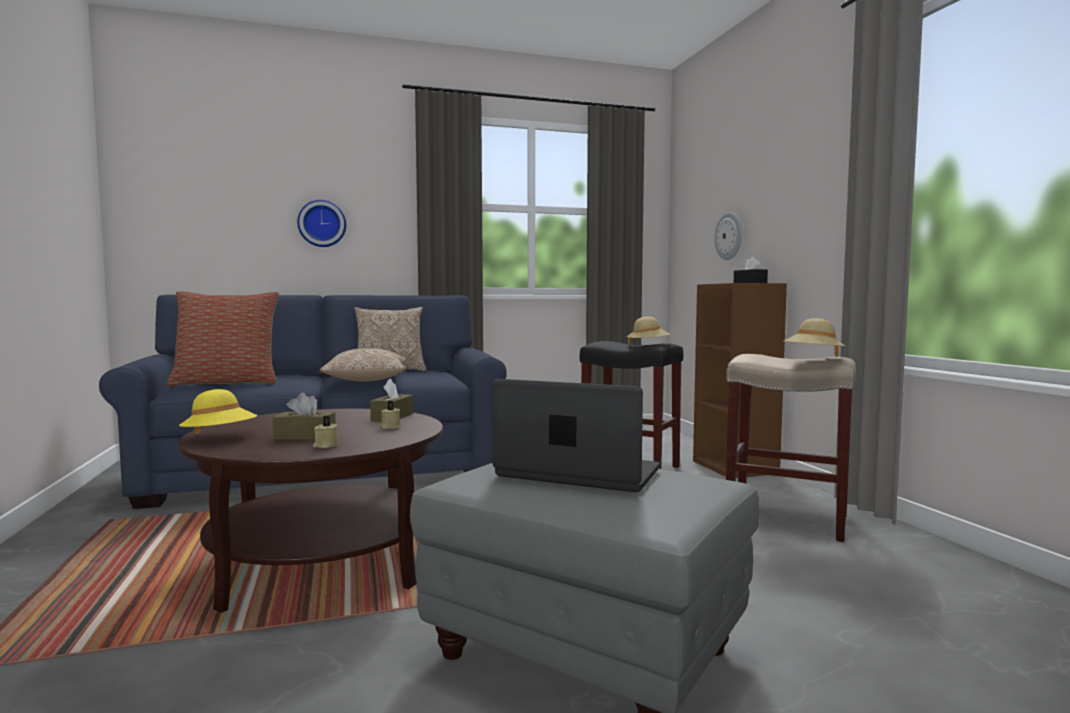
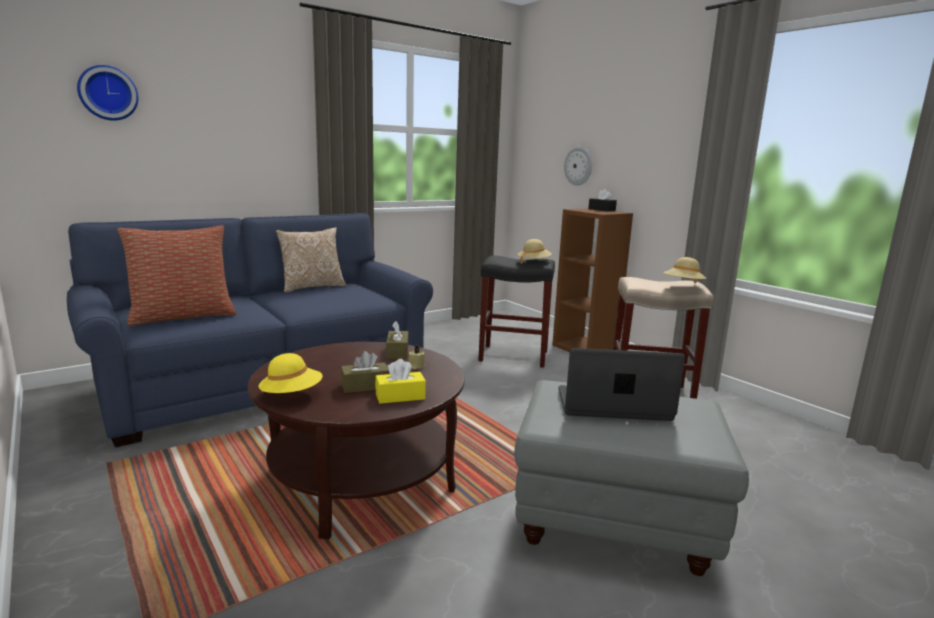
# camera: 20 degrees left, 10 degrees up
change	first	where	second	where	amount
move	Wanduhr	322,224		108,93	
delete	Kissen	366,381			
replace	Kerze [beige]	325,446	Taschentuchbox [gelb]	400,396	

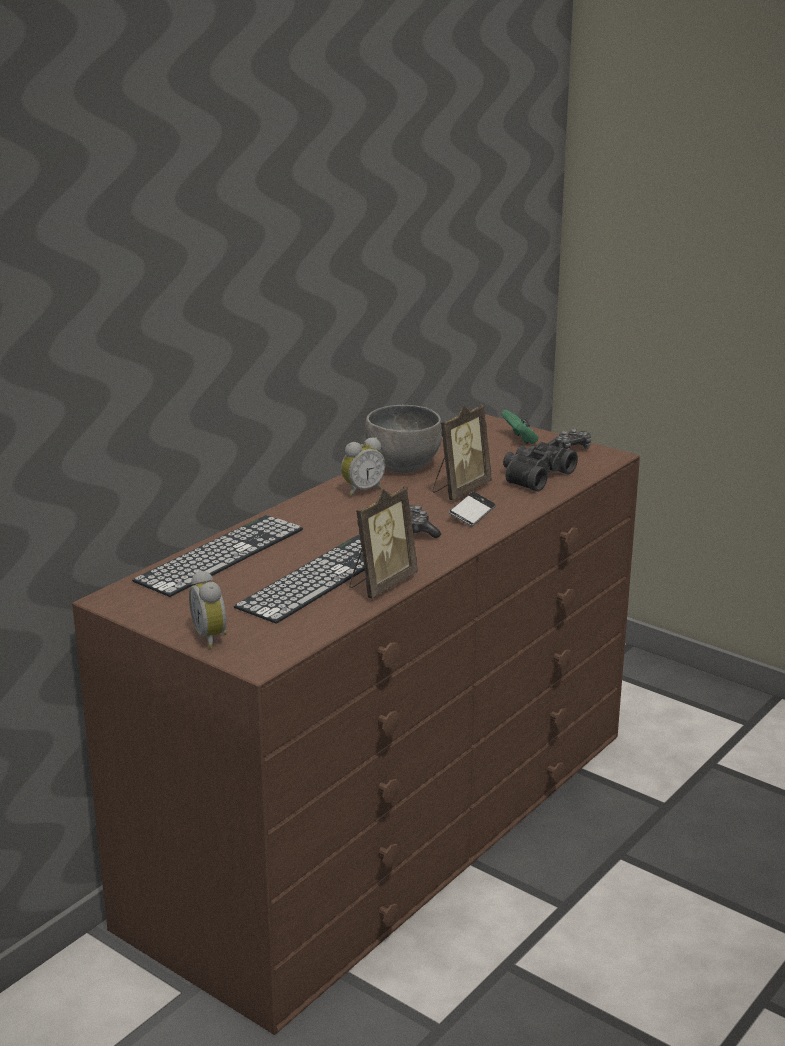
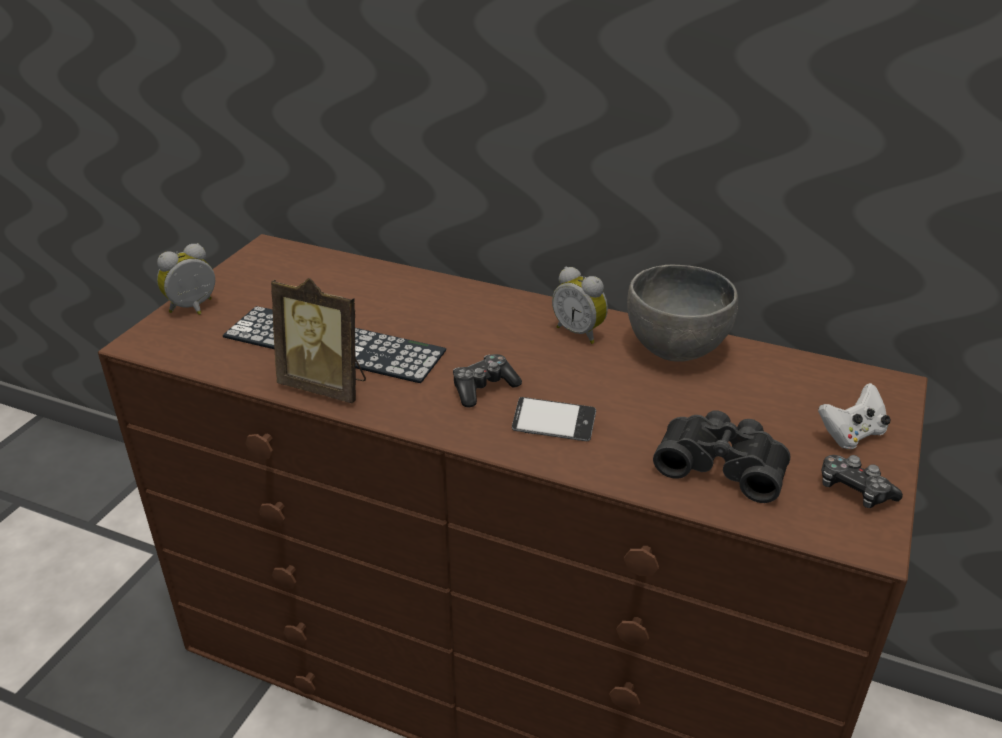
# camera: 75 degrees right, 10 degrees up
change	first	where	second	where	amount
delete	Bilderrahmen	459,490			
recolor	Gamepad [grün]	520,440	Gamepad [weiß]	851,434	
delete	Tastatur	220,555			

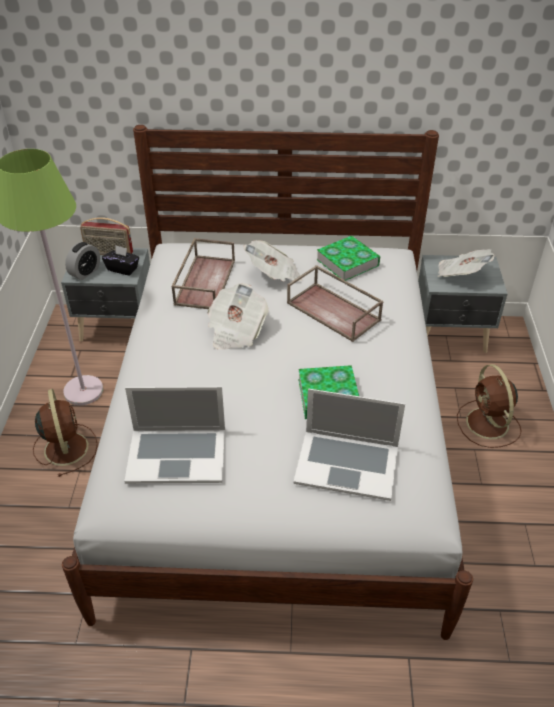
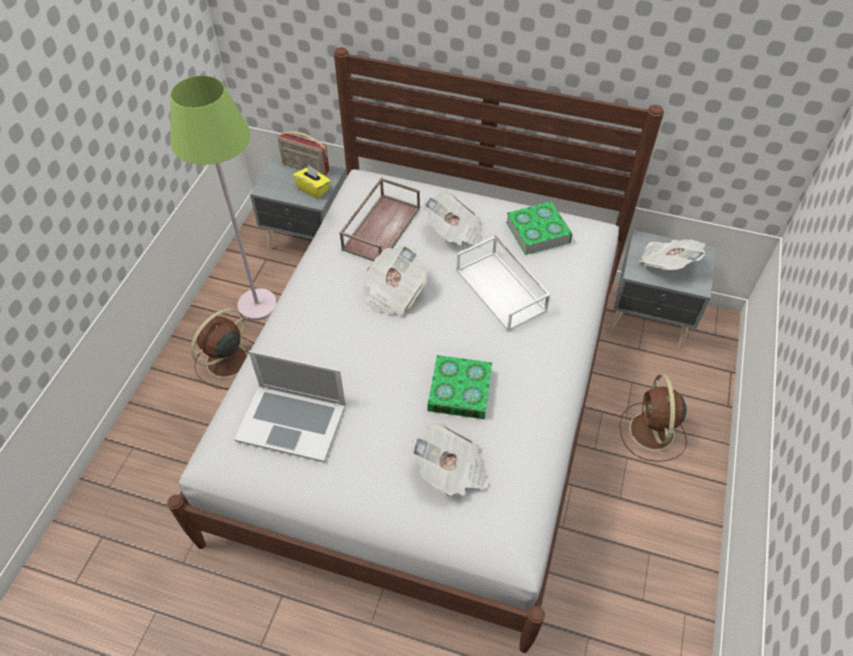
# camera: 15 degrees right, 10 degrees up
change	first	where	second	where	amount
delete	Wecker	85,272			
recolor	Taschentuchbox [schwarz]	122,269	Taschentuchbox [gelb]	313,189	
recolor	Tablett [braun]	334,311	Tablett [weiß]	502,290	
replace	Laptop	347,464	Zeitung	451,471	
rotate	Ventilator [braun]	66,447		225,362	135 degrees counterclockwise

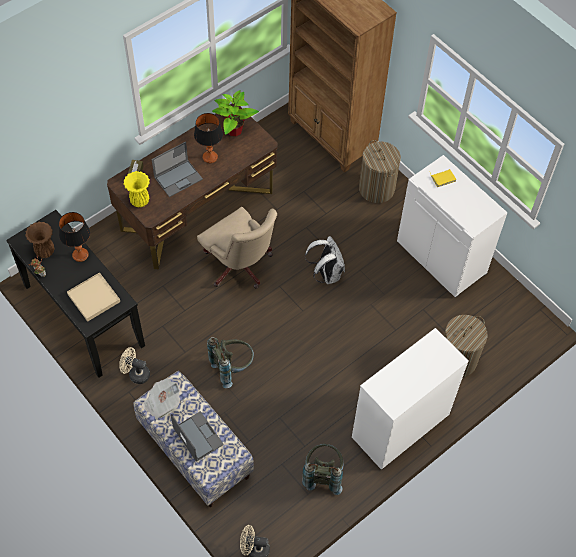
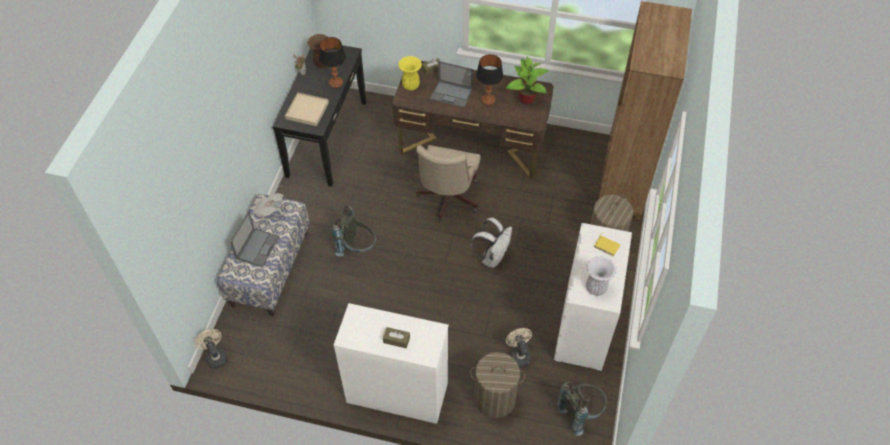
# camera: 55 degrees right, 5 degrees down
change	first	where	second	where	amount
move	Ventilator [beige]	136,374		518,355	
move	Rucksack [grau]	322,474		580,413	
insert			Vase [weiß]	596,289	
insert			Taschentuchbox [braun]	396,340	

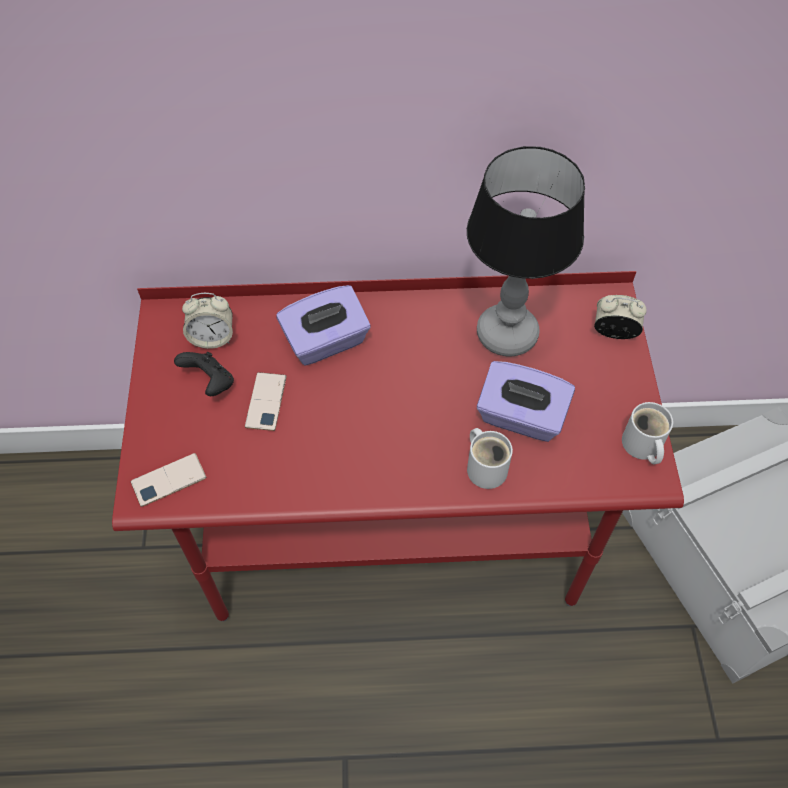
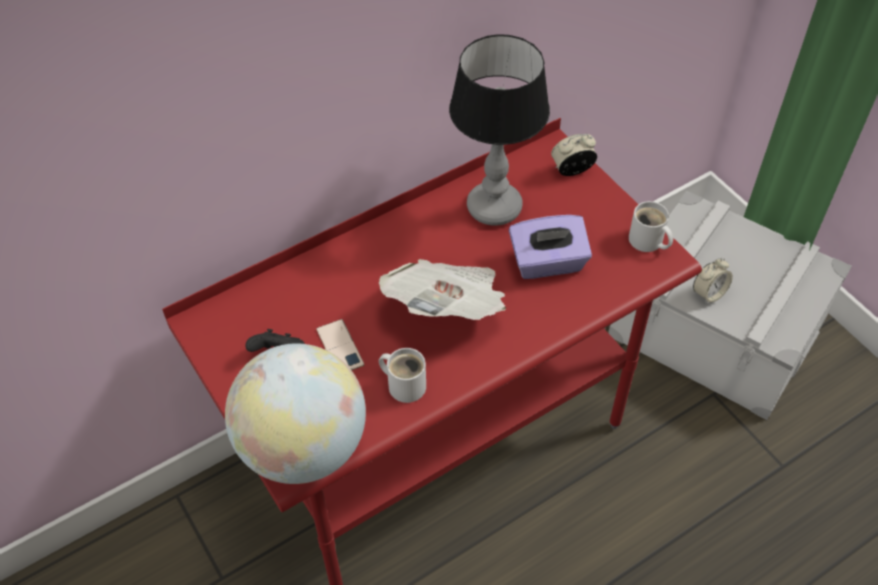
# camera: 30 degrees left, 5 degrees down
change	first	where	second	where	amount
delete	Taschentuchbox [lila]	326,342			
move	Wecker	212,337		708,293	
move	Henkelbecher [weiß]	486,466		404,383	
replace	Handy	168,480	Globus	303,447	
insert			Zeitung	448,308	

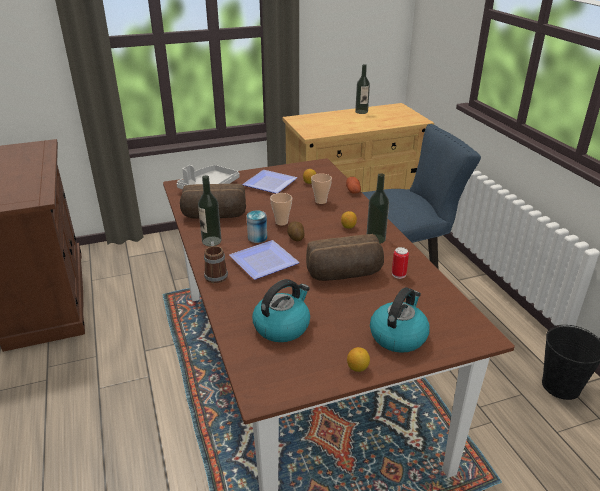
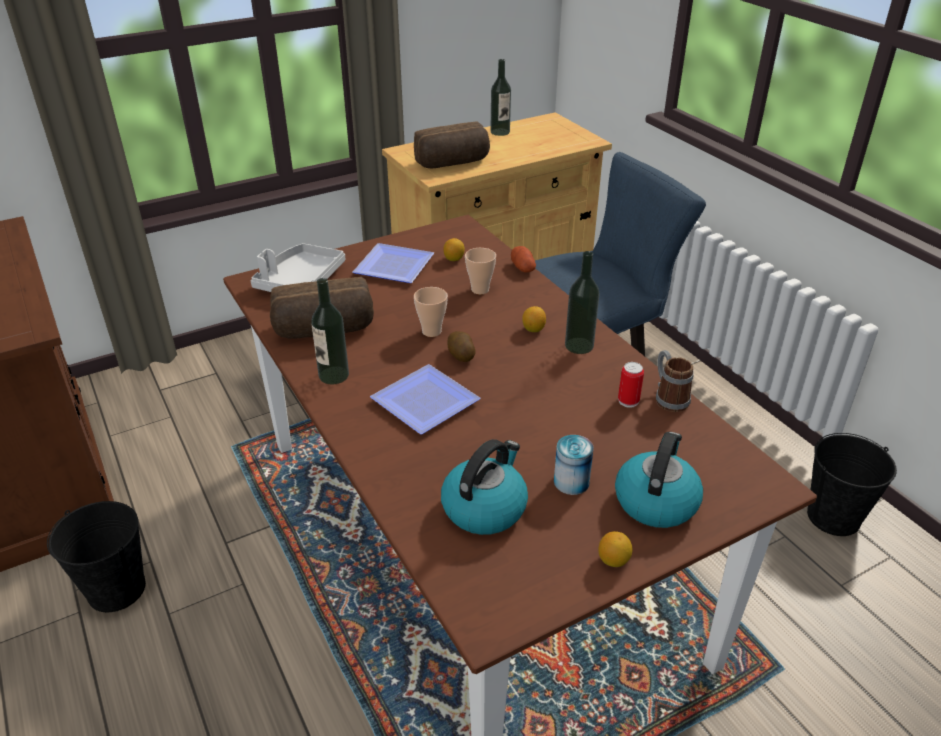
# camera: 10 degrees left, 5 degrees up
change	first	where	second	where	amount
move	Dose	257,237		571,482	
move	Brot	344,274		453,163	
move	Henkelbecher	215,274		668,397	
insert			Eimer [schwarz]	117,589	

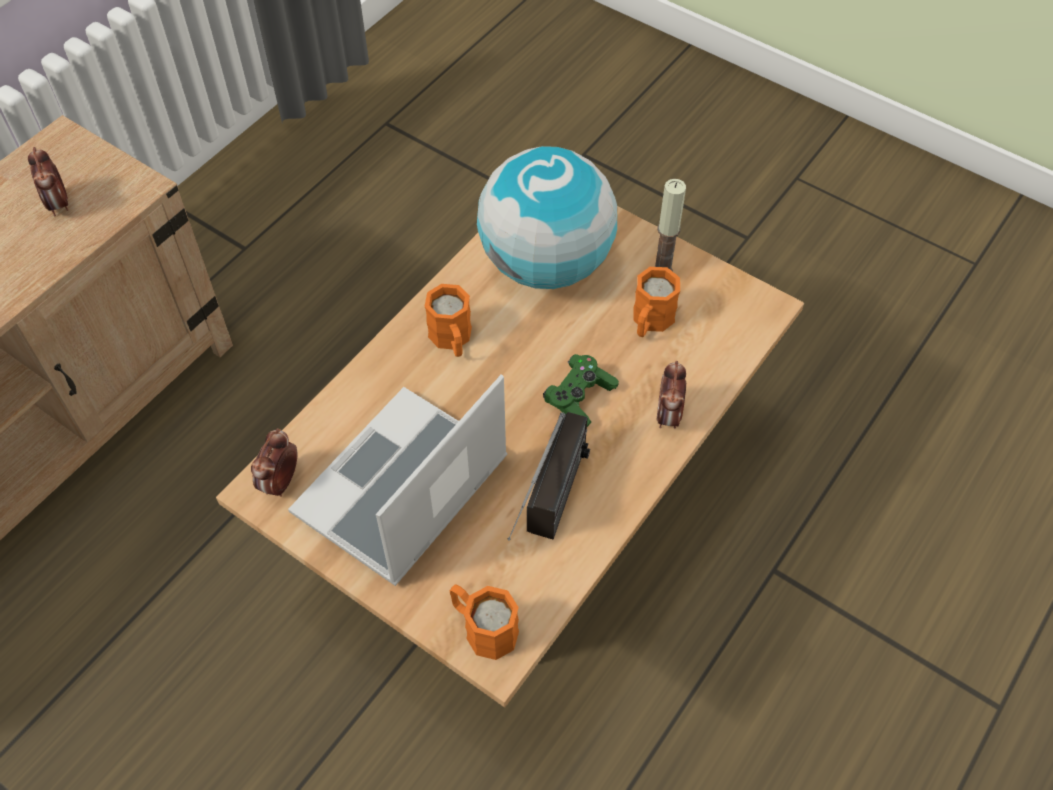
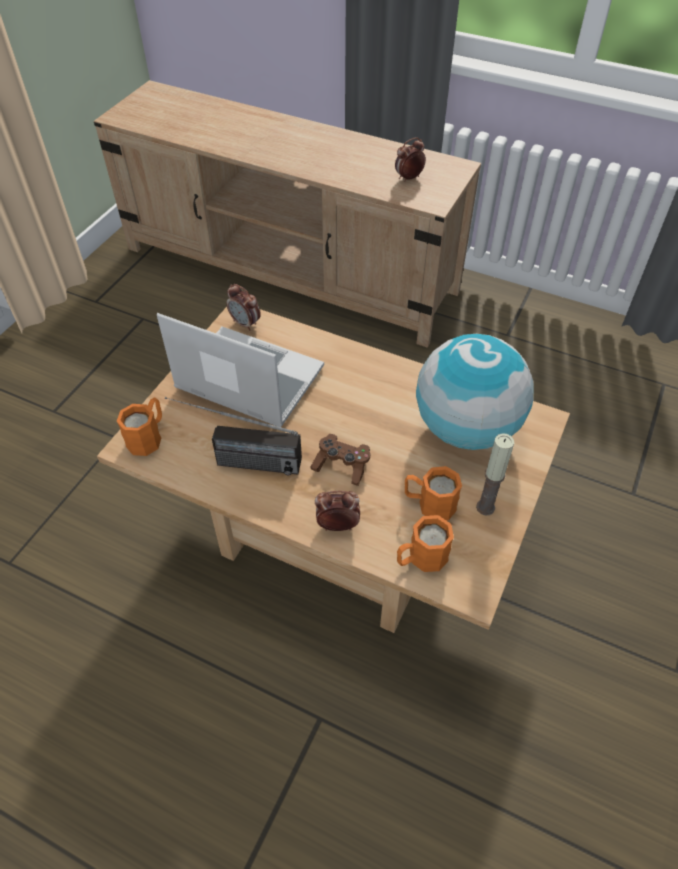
# camera: 80 degrees right, 5 degrees down
change	first	where	second	where	amount
move	Henkelbecher [orange]	452,340		421,558	
recolor	Gamepad [grün]	579,398	Gamepad [braun]	342,465	
rotate	Wecker	280,482		245,324	150 degrees counterclockwise

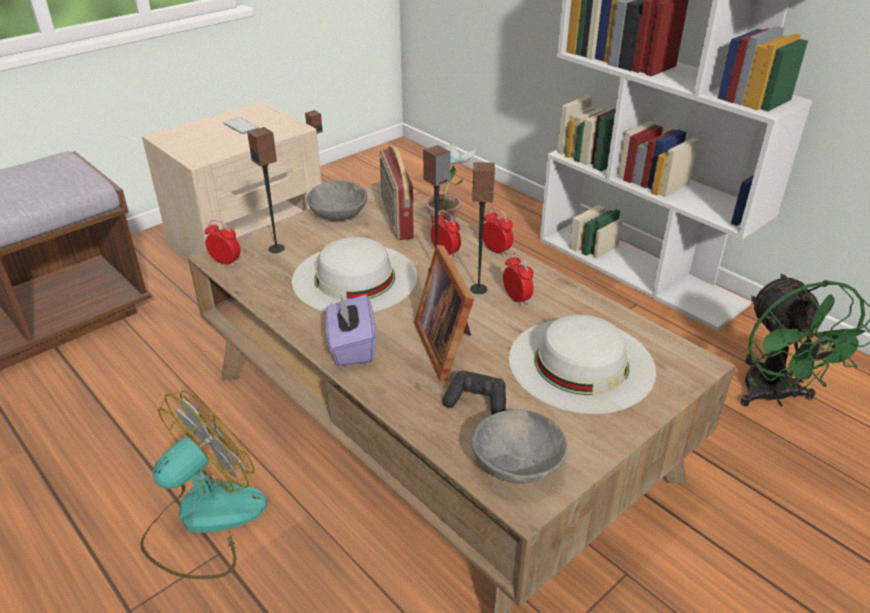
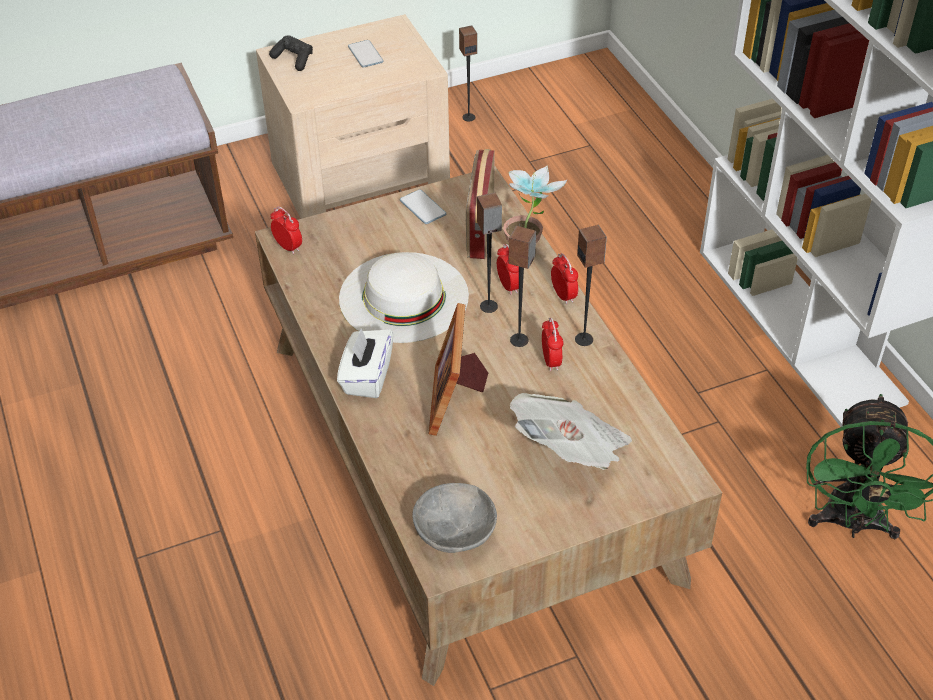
# camera: 20 degrees right, 10 degrees up
change	first	where	second	where	amount
move	Lautsprecher	277,248		584,339	
replace	Schüssel [grau]	338,214	Handy	422,208	
recolor	Taschentuchbox [lila]	351,347	Taschentuchbox [weiß]	366,377	
replace	Hut [weiß]	581,363	Zeitung	571,450	
move	Gamepad [schwarz]	477,402		293,59	
delete	Ventilator	204,520			

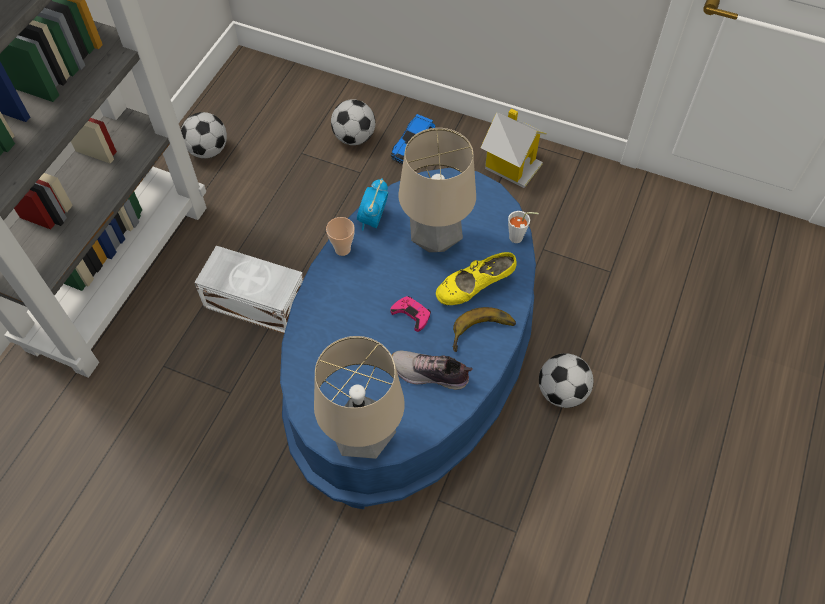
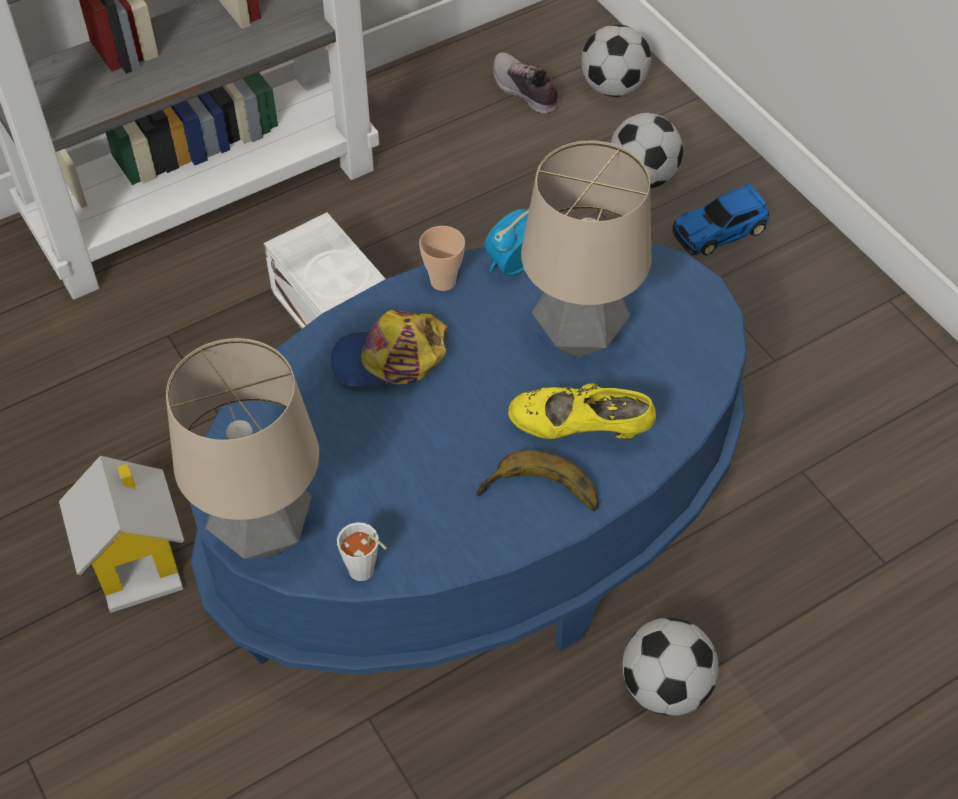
# camera: 35 degrees right, 5 degrees down
change	first	where	second	where	amount
move	Spielzeughaus	511,164		137,559	
move	Fußball	208,150		613,87	
move	Tasse [weiß]	519,238		365,573	
delete	Gamepad [rosa]	411,314			
move	Schuh	430,374		524,91	
insert			Kappe	390,359	

